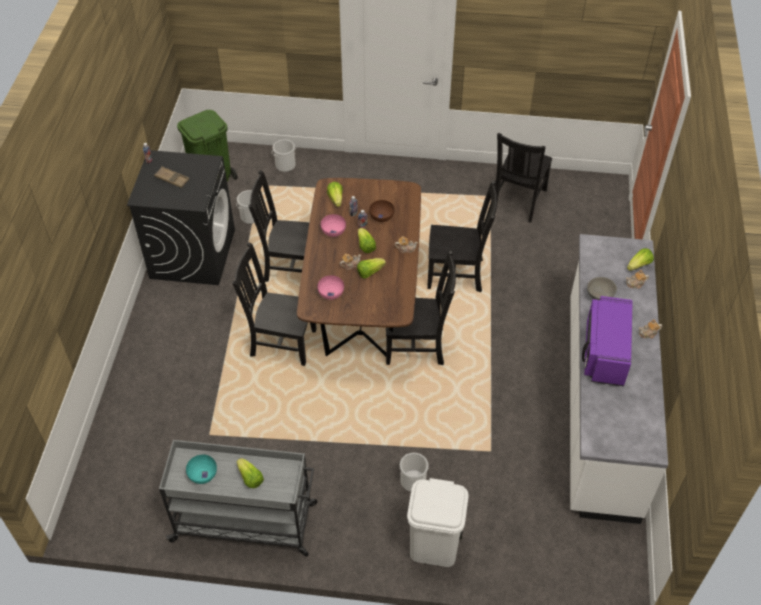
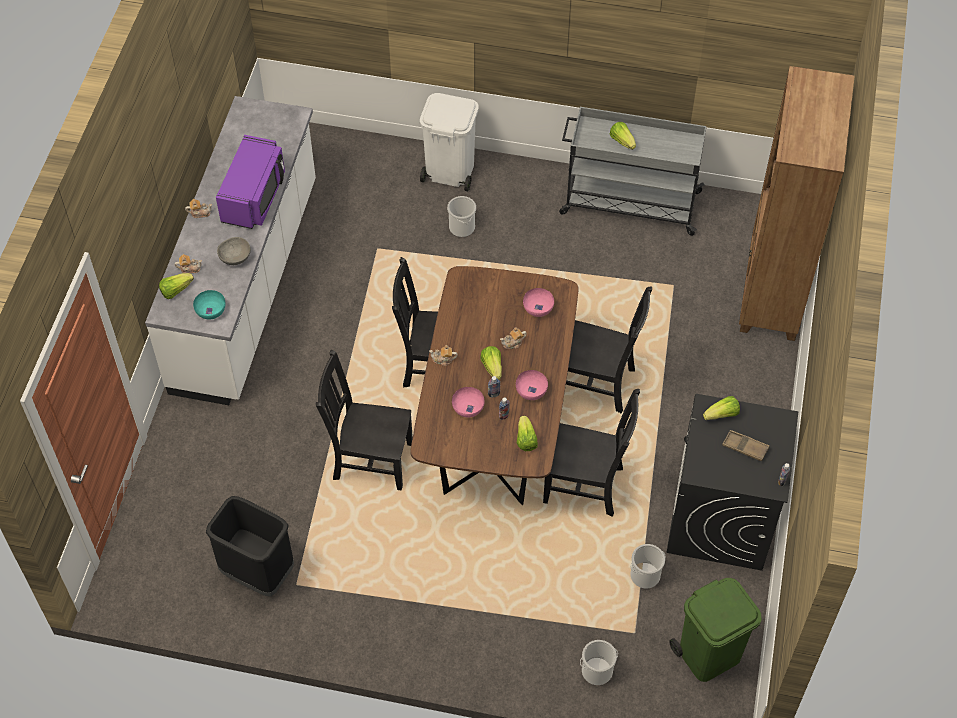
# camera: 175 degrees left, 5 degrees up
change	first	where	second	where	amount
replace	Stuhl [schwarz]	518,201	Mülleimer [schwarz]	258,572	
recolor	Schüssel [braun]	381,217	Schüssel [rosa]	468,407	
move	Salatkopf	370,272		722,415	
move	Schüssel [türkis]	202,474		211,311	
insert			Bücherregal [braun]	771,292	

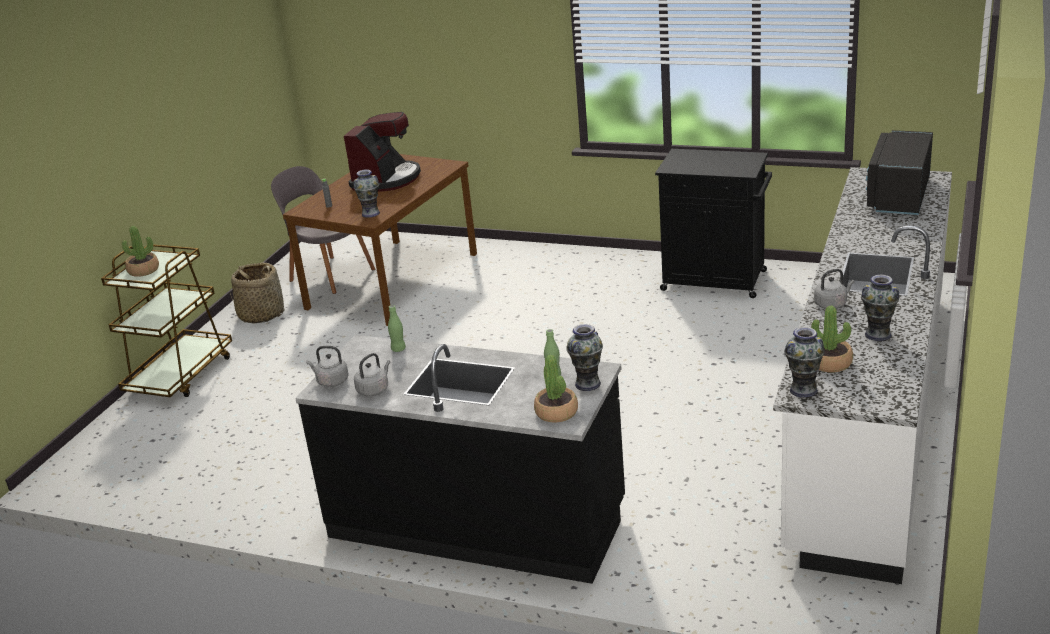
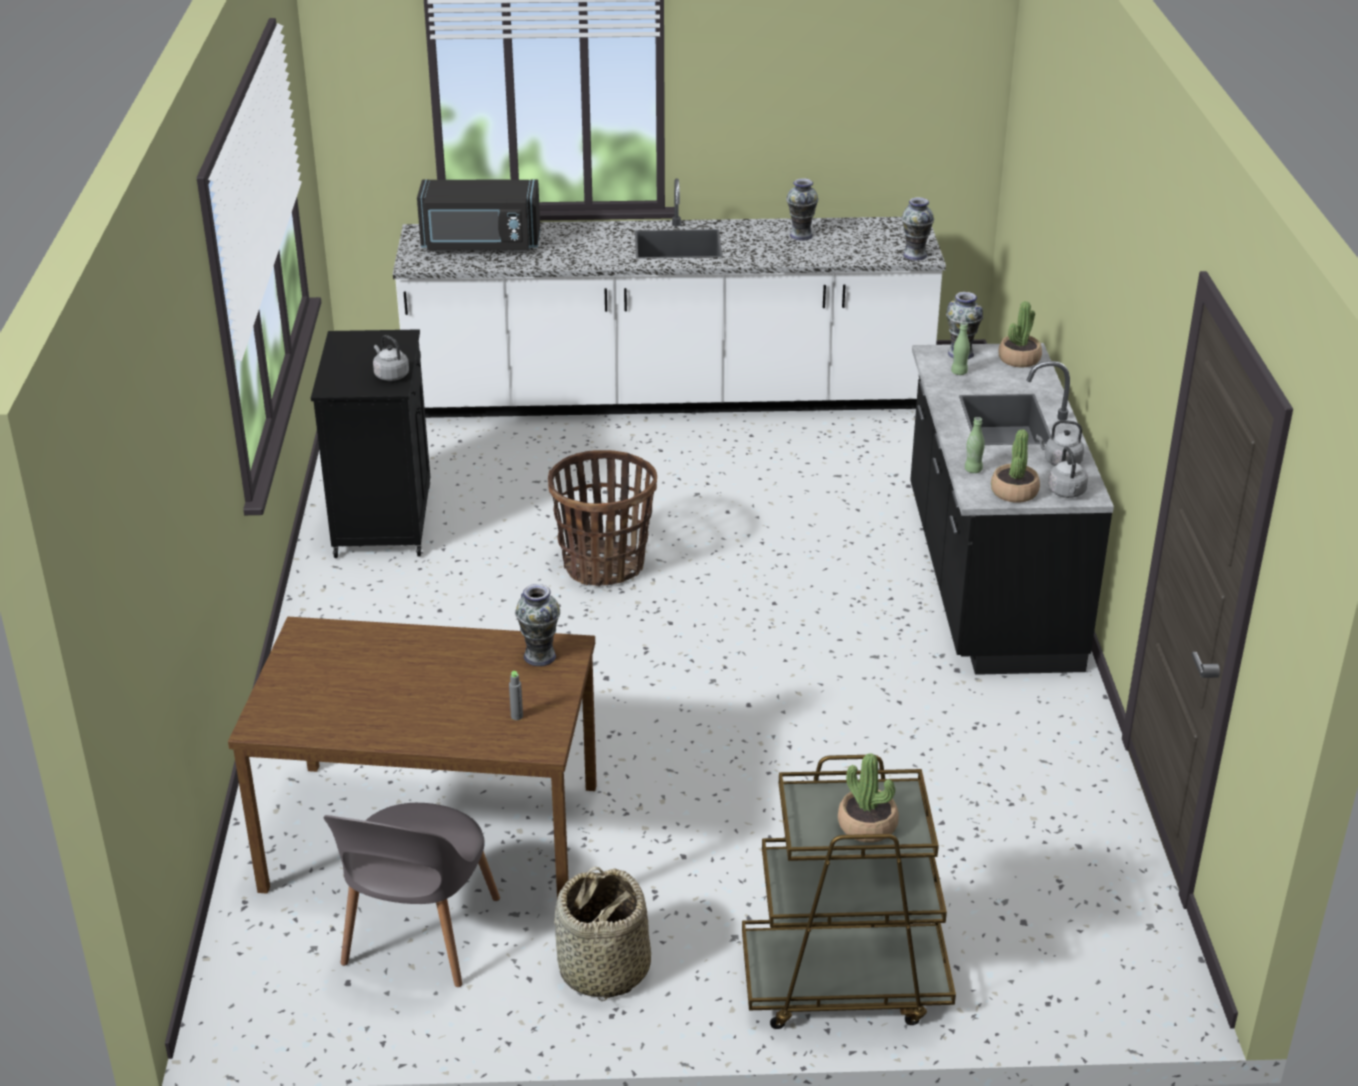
# camera: 115 degrees left, 5 degrees up
change	first	where	second	where	amount
delete	Kaffeemaschine	386,179			
move	Wasserkessel [grau]	832,304		390,375	
move	Topfpflanze	830,363		1014,492	
insert			Korb	604,565	

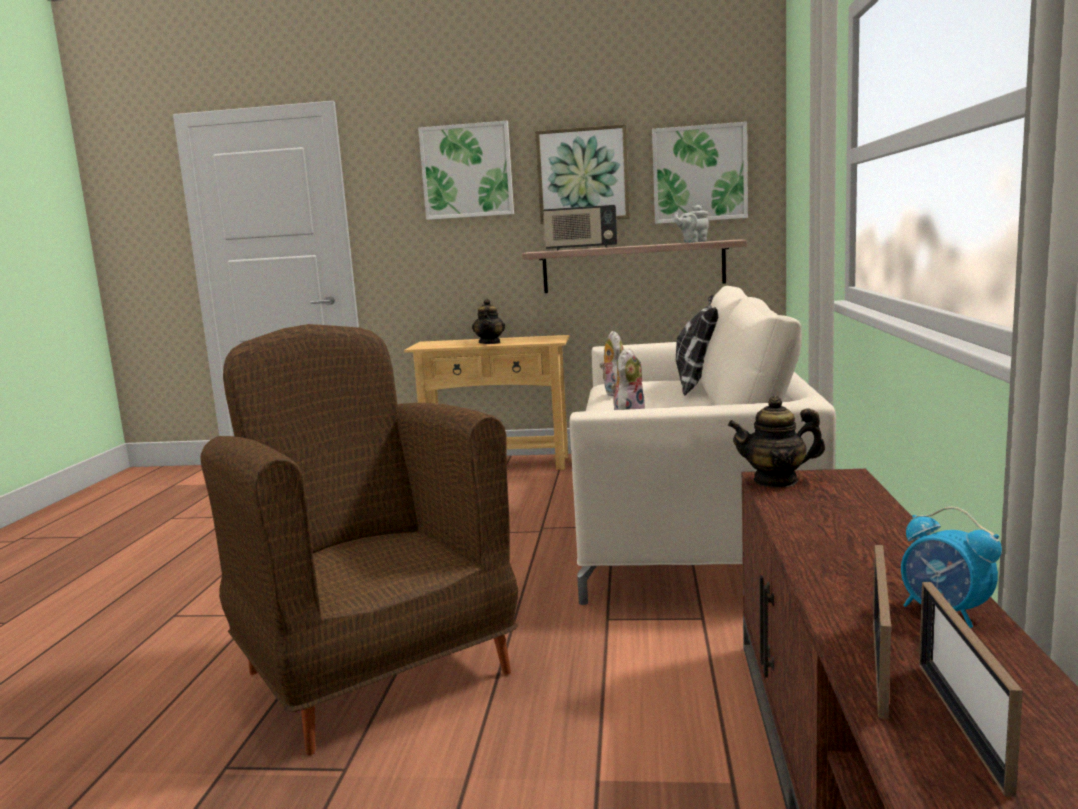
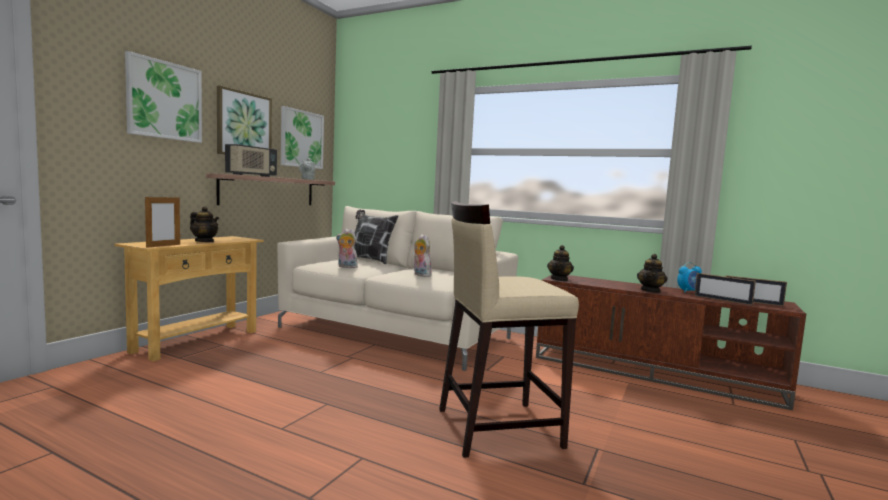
# camera: 70 degrees left, 5 degrees down
change	first	where	second	where	amount
replace	Sessel [braun]	375,671	Hocker [beige]	496,427	
insert			Bilderrahmen	163,246	
insert			Teekanne	650,291	

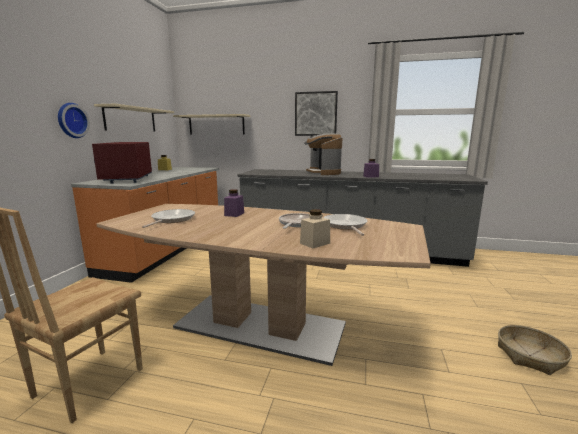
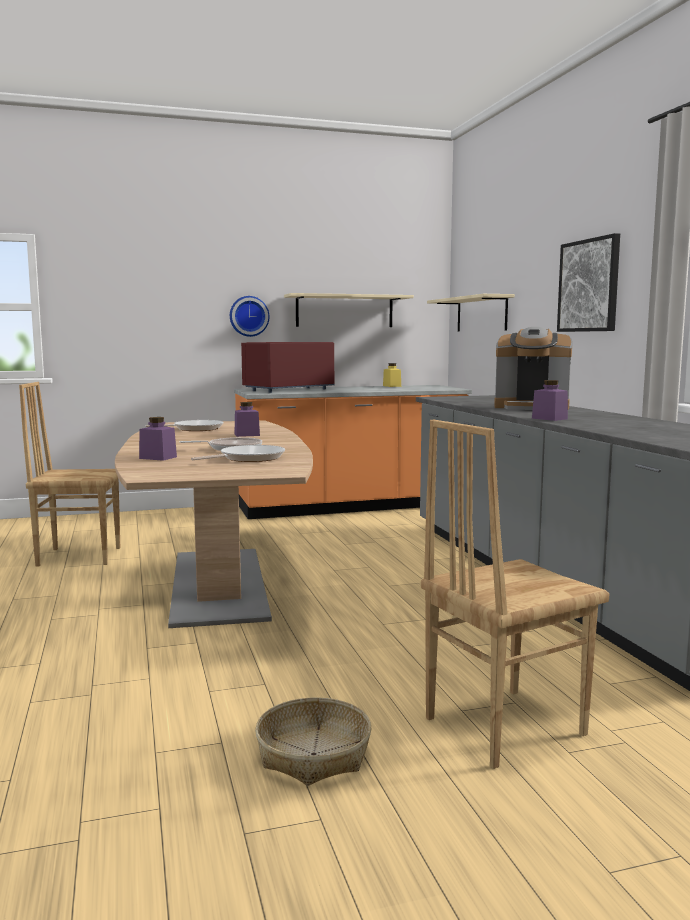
# camera: 60 degrees right, 5 degrees down
change	first	where	second	where	amount
rotate	Kaffeemaschine	323,173		531,407	120 degrees counterclockwise
recolor	Vorratsglas [beige]	315,243	Vorratsglas [lila]	158,458	
insert			Stuhl [braun]	502,725	

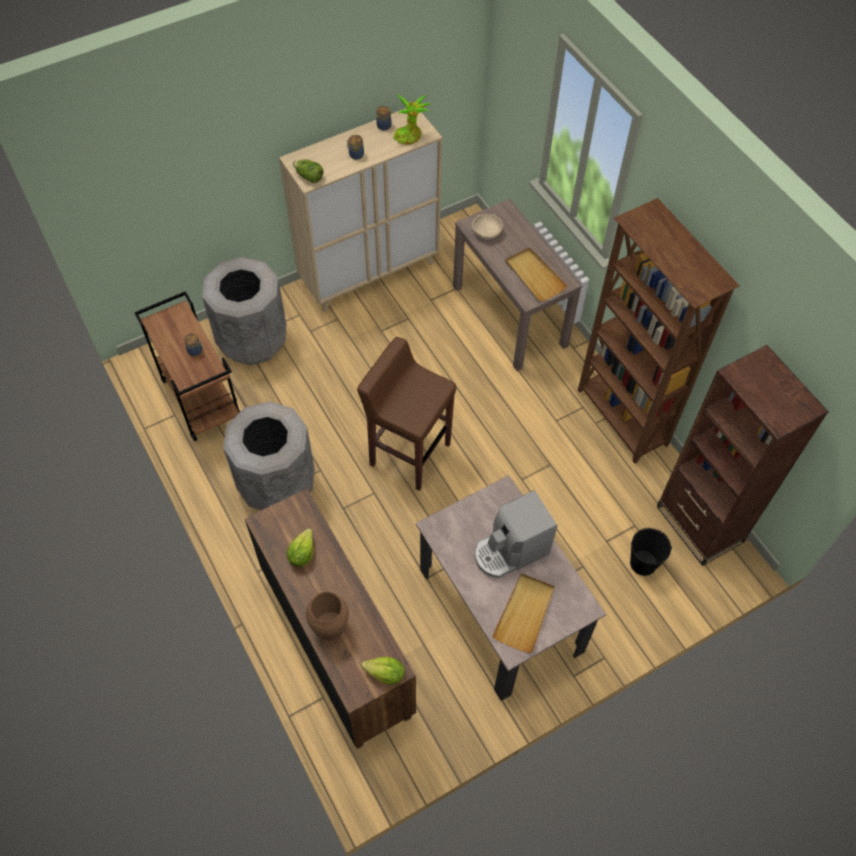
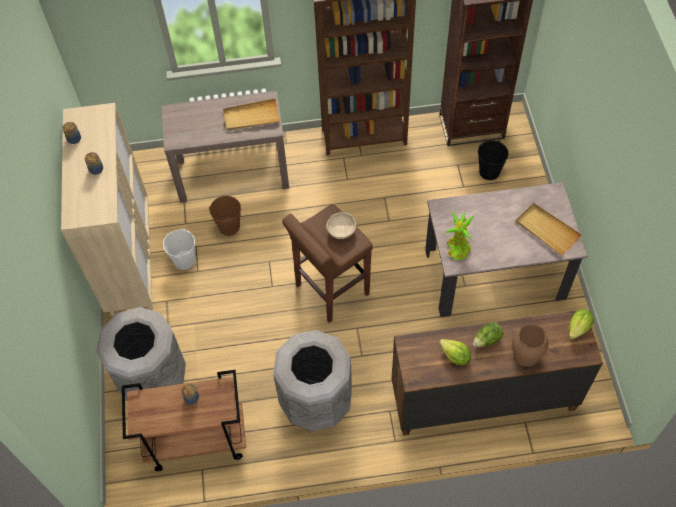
# camera: 65 degrees left, 0 degrees up
change	first	where	second	where	amount
move	Topfpflanze	410,135		457,247	
move	Salatkopf	309,177		487,339	
move	Schüssel [beige]	487,233		342,230	
delete	Kaffeemaschine	510,551			
insert			Eimer [braun]	229,226	
insert			Eimer [weiß]	184,260	

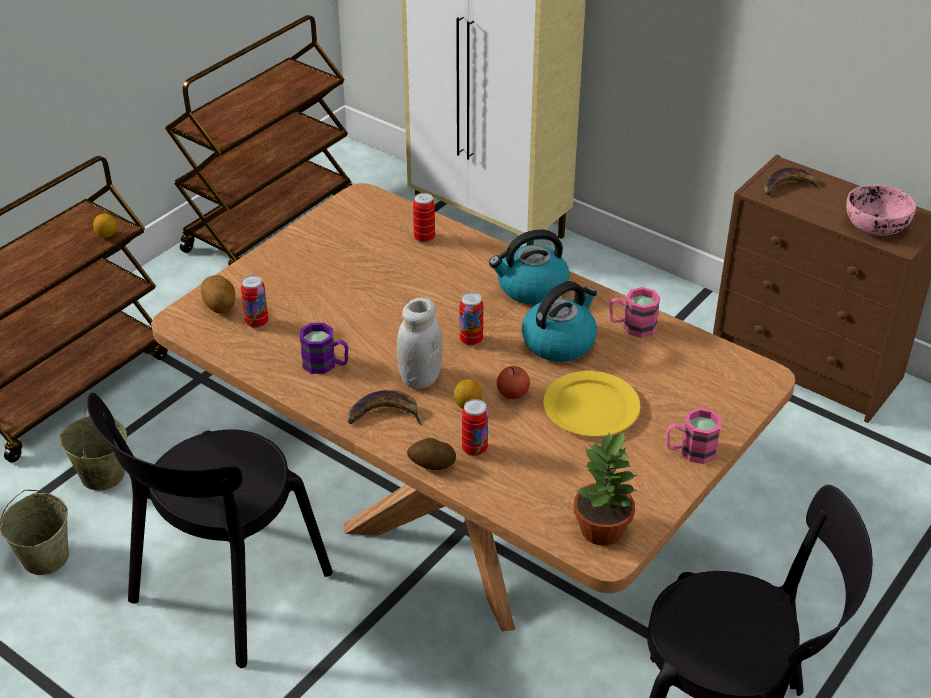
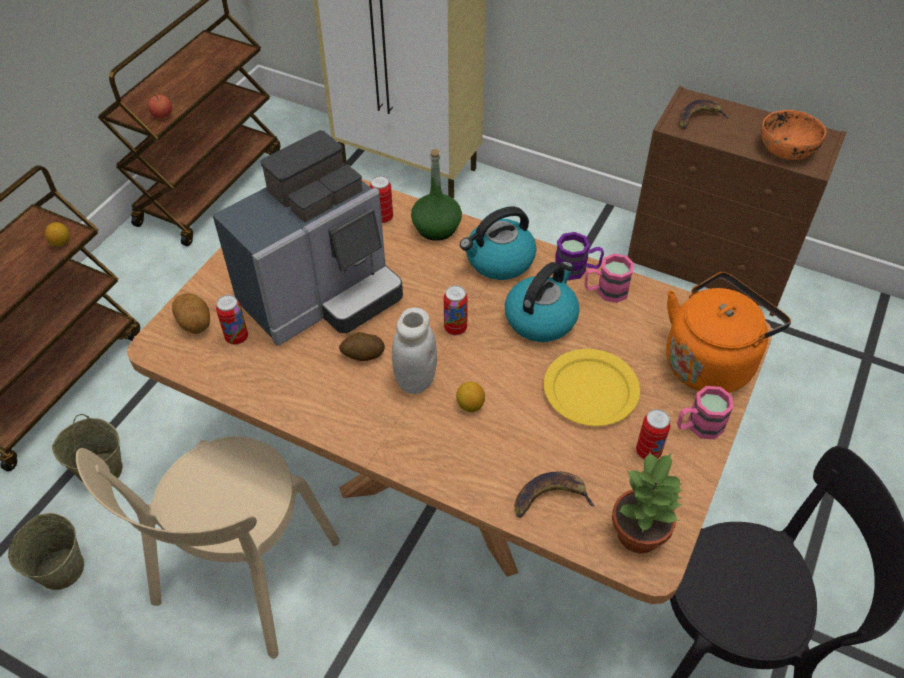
# camera: 10 degrees left, 10 degrees up
change	first	where	second	where	amount
recolor	Schüssel [rosa]	876,225	Schüssel [orange]	787,148	
move	Henkelbecher [lila]	326,364		577,269	
move	Apfel	513,393		162,115	
move	Banane	384,414		550,498	
recolor	Stuhl [schwarz]	225,592	Stuhl [beige]	242,579	
move	Dose	474,449		648,452	
move	Kartoffel	431,464		363,355	
insert			Kaffeemaschine	323,296	
insert			Flasche [grün]	436,228	
insert			Wasserkessel [orange]	711,361	

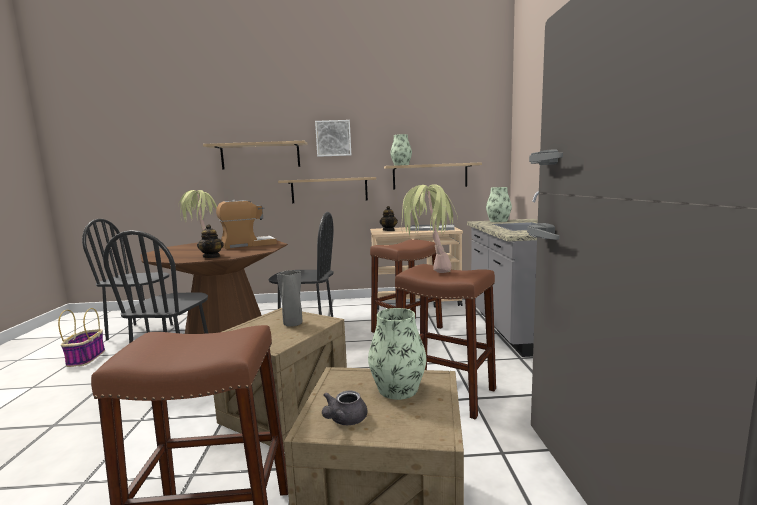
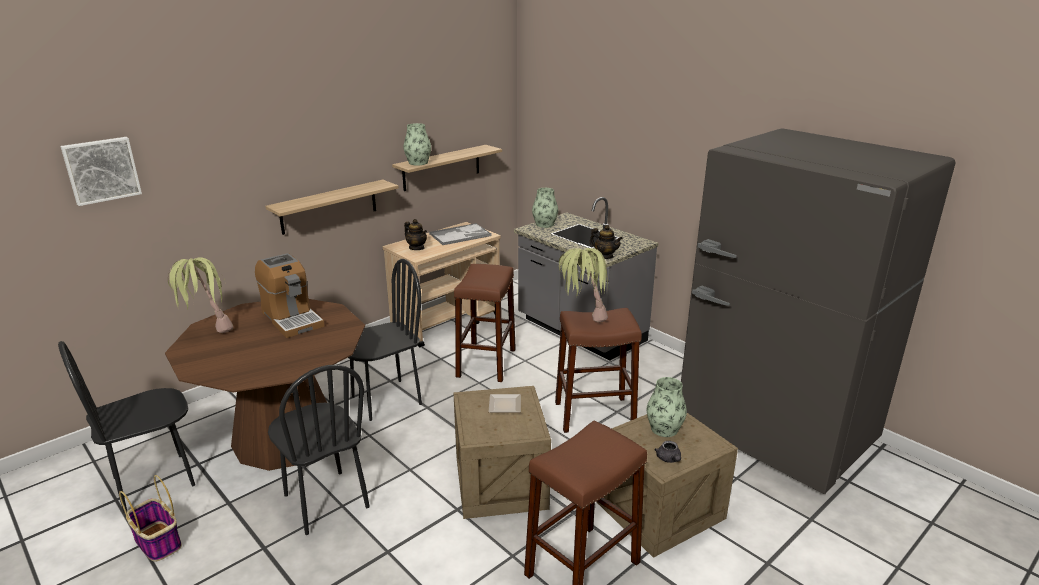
# camera: 40 degrees left, 15 degrees up
change	first	where	second	where	amount
move	Bild	333,138		101,170	
delete	Wandregal	260,156			
rotate	Kaffeemaschine	247,245		292,319	120 degrees clockwise
move	Teekanne	212,256		605,256	
replace	Vase [grau]	293,324	Teller	503,406	

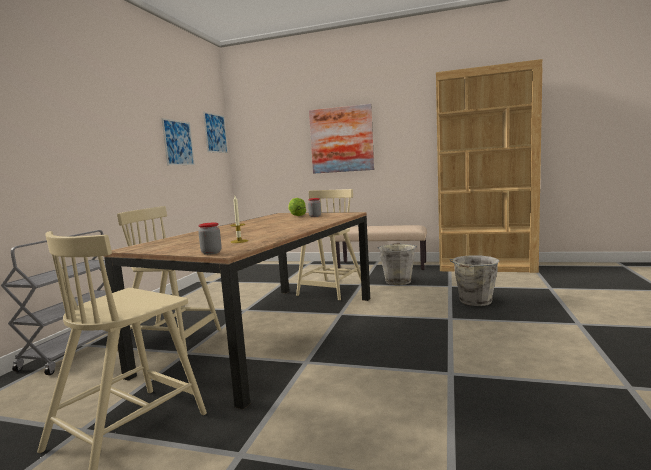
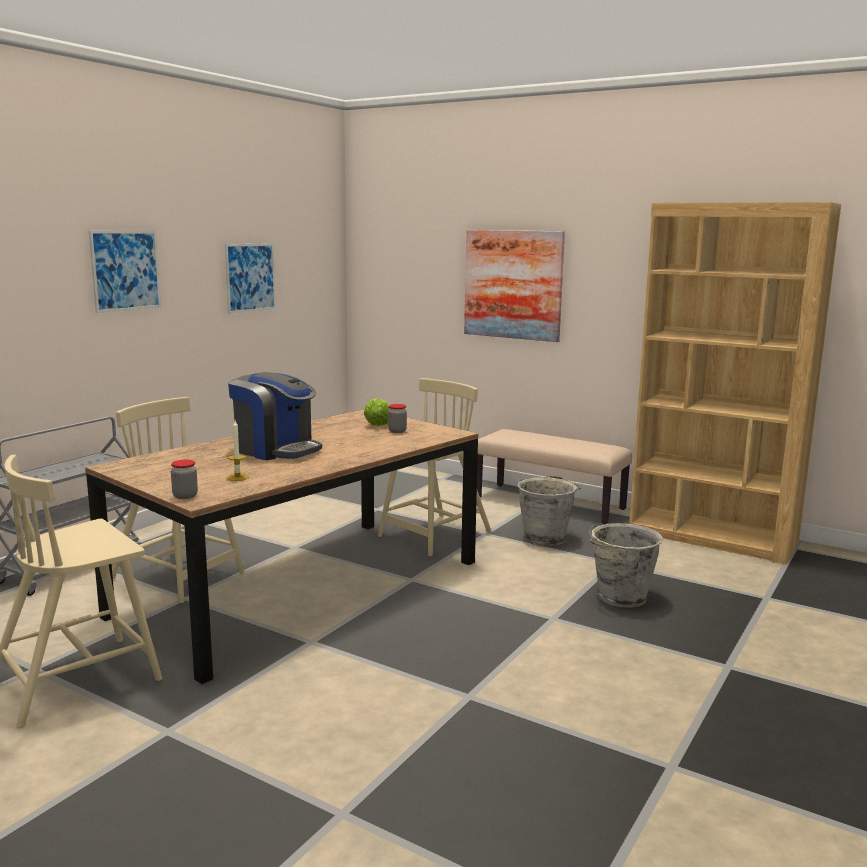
# camera: 15 degrees right, 5 degrees up
change	first	where	second	where	amount
move	Bild	215,133		126,270	
insert			Kaffeemaschine	276,450	

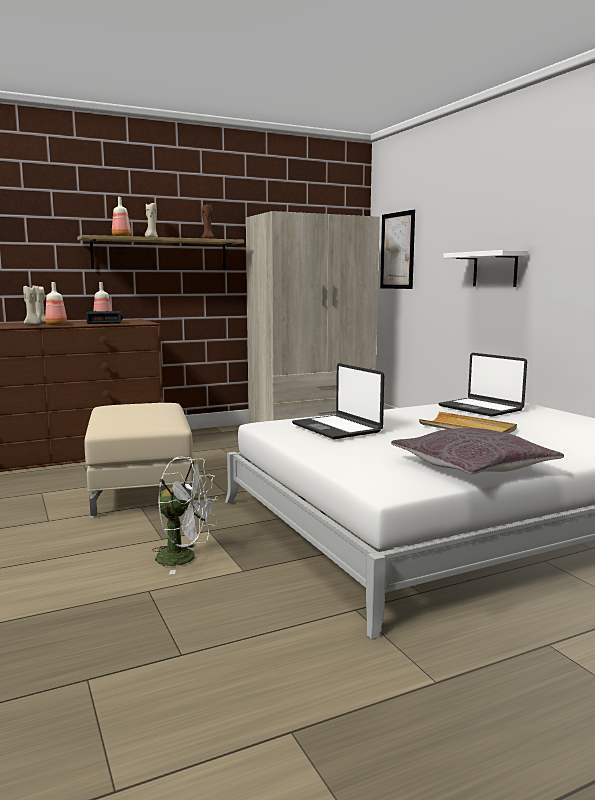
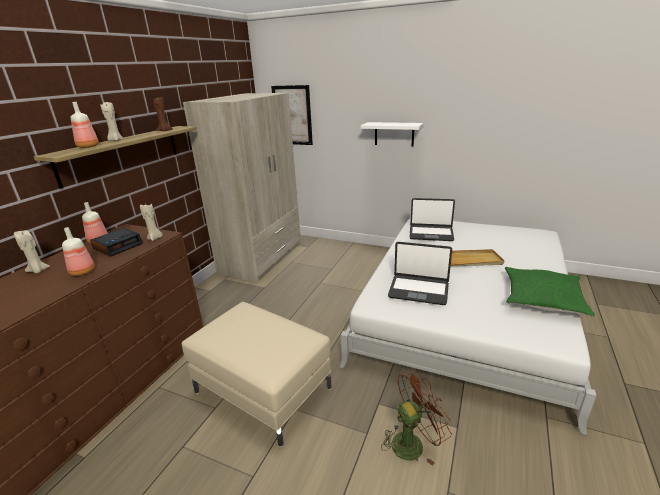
# camera: 40 degrees left, 15 degrees up
change	first	where	second	where	amount
move	Kerze [beige]	32,324		155,238	
recolor	Kissen [grau]	473,466	Kissen [grün]	542,298	
recolor	Ventilator [weiß]	184,558	Ventilator [braun]	412,442	

